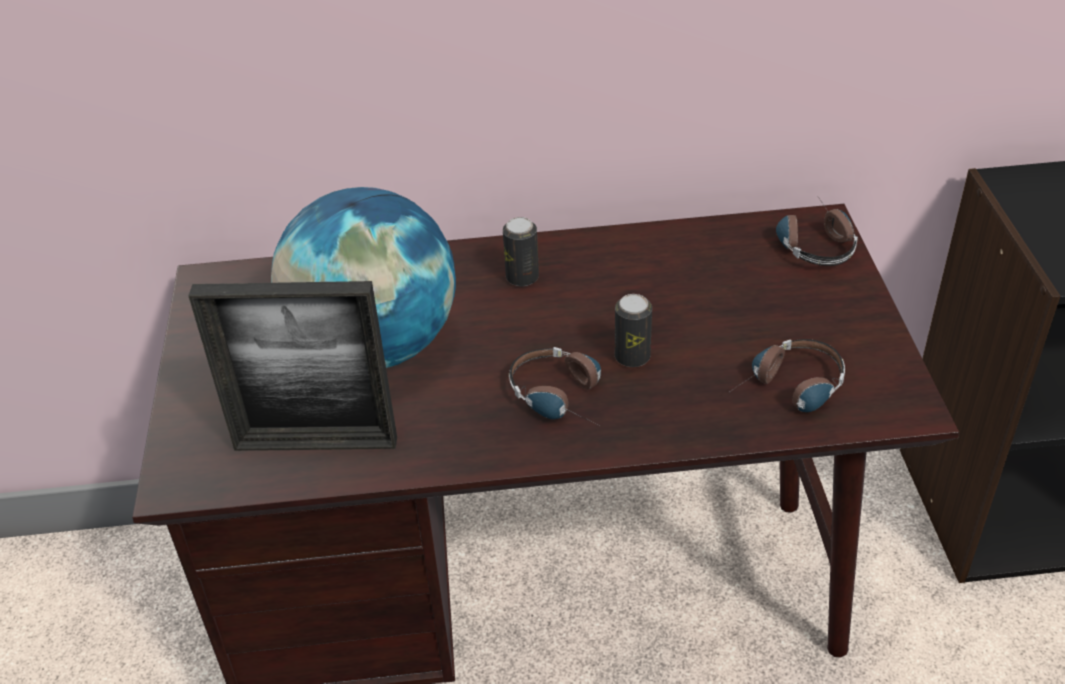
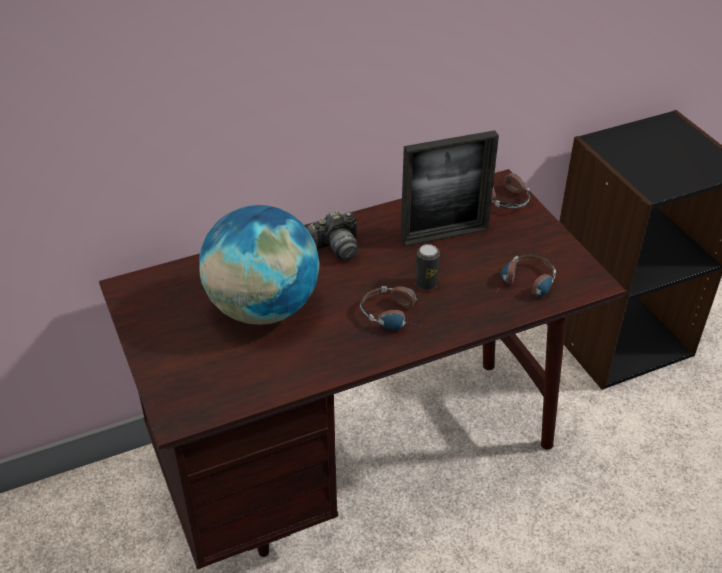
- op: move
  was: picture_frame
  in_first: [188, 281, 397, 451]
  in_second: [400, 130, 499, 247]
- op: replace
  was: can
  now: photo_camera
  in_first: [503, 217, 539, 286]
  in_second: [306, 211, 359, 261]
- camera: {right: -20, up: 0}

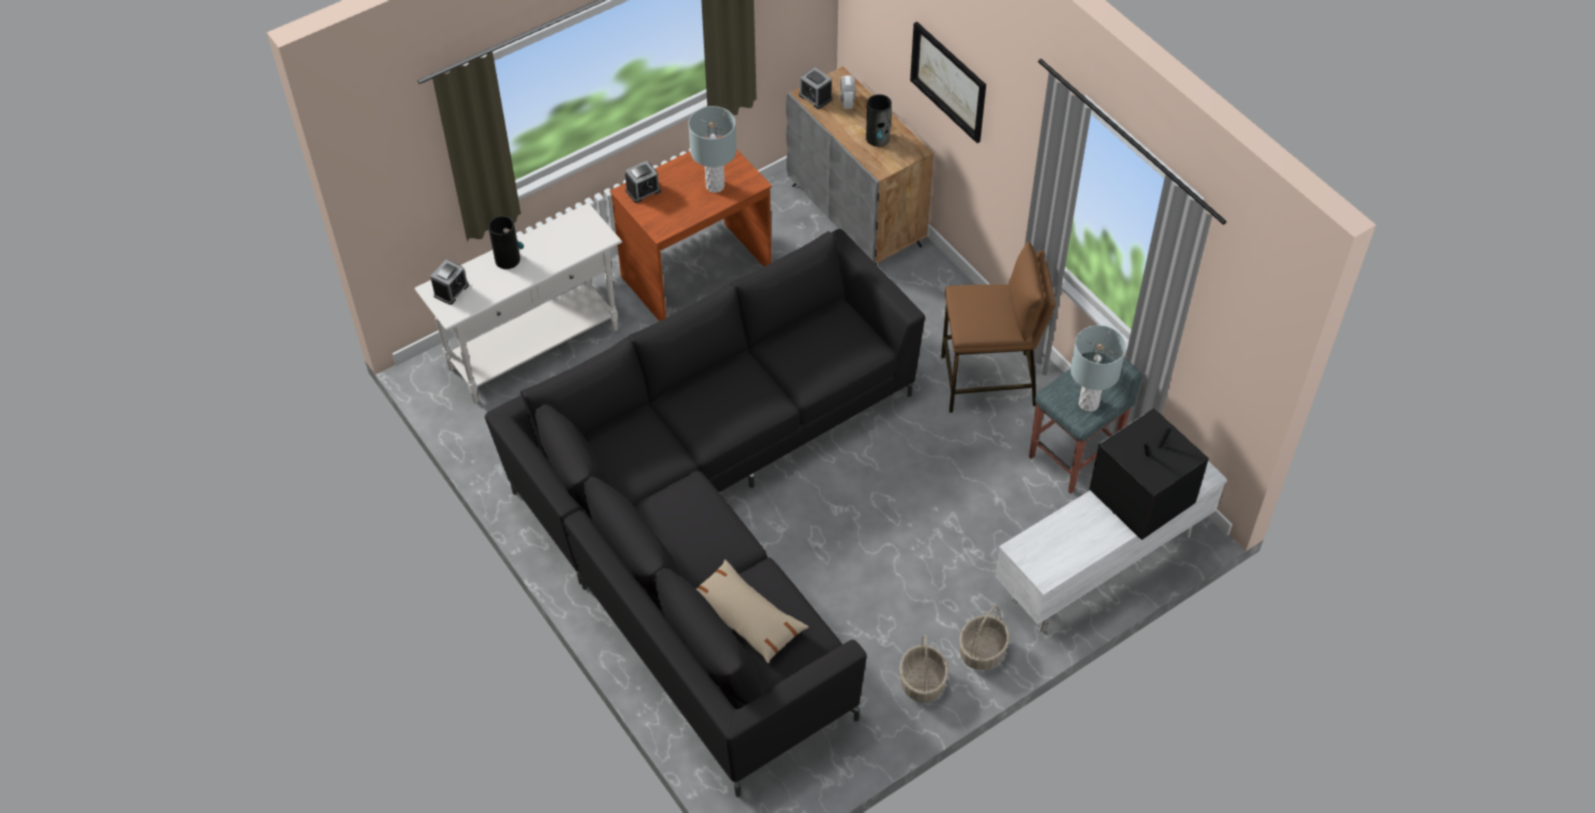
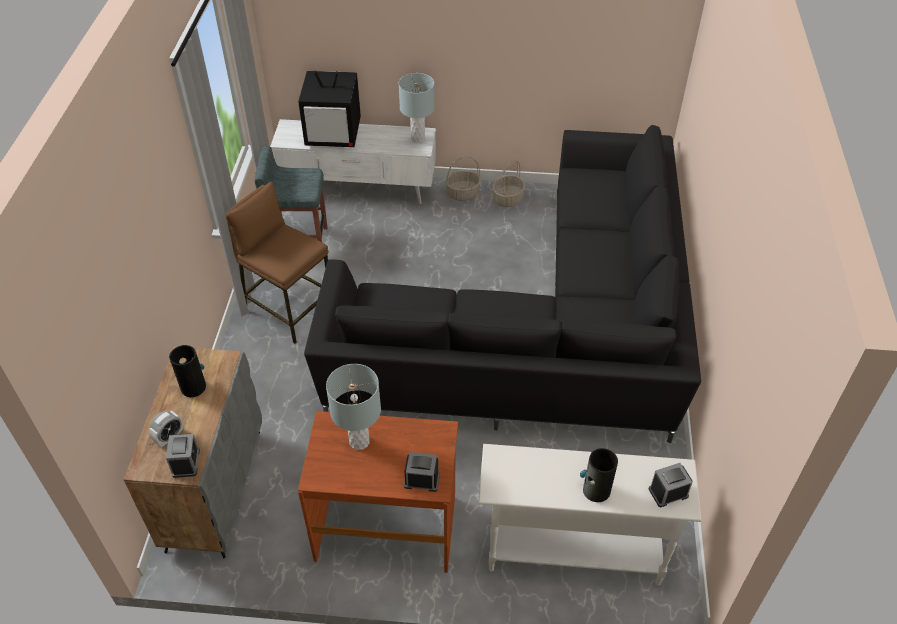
- op: delete
  was: beige_pillow
  in_first: [696, 560, 809, 663]
- op: delete
  was: picture
  in_first: [910, 22, 986, 143]
- op: move
  was: grey_table_lamp
  in_first: [1070, 325, 1126, 412]
  in_second: [399, 73, 435, 143]
- camera: {right: -140, up: -5}

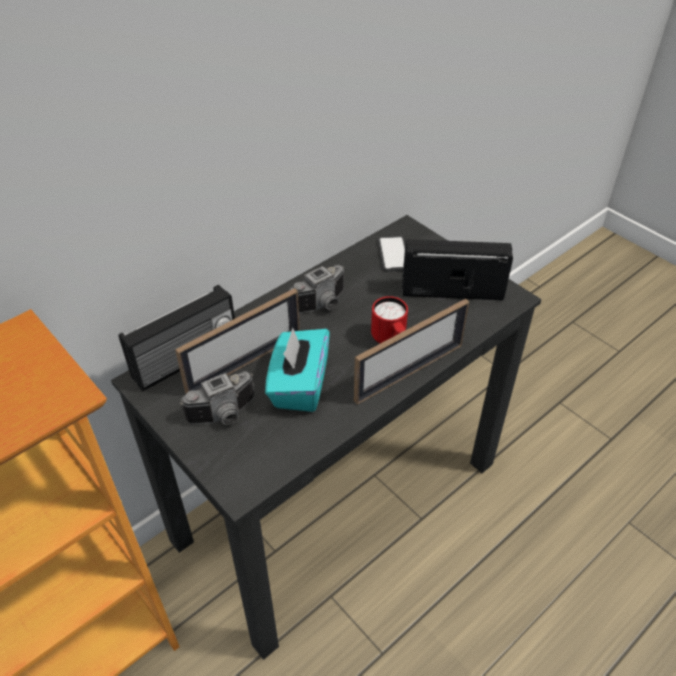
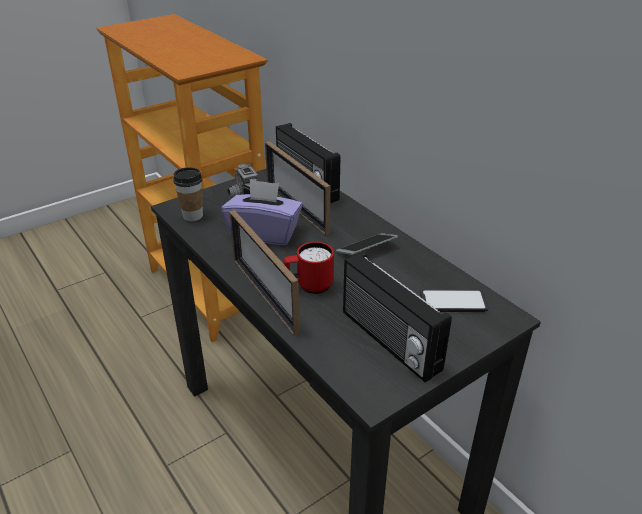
- op: insert
  now: cup
  in_second: [173, 167, 203, 221]
- op: replace
  was: photo_camera
  now: phone
  in_first: [289, 265, 344, 313]
  in_second: [336, 233, 398, 255]
- op: recolor
  was: turquoise_tissue_box
  now: purple_tissue_box
  in_first: [265, 328, 330, 412]
  in_second: [221, 179, 303, 245]
- op: rotate
  was: radio
  in_first: [402, 239, 513, 300]
  in_second: [343, 252, 452, 382]
  clockwise: 135
- camera: {right: 95, up: -10}

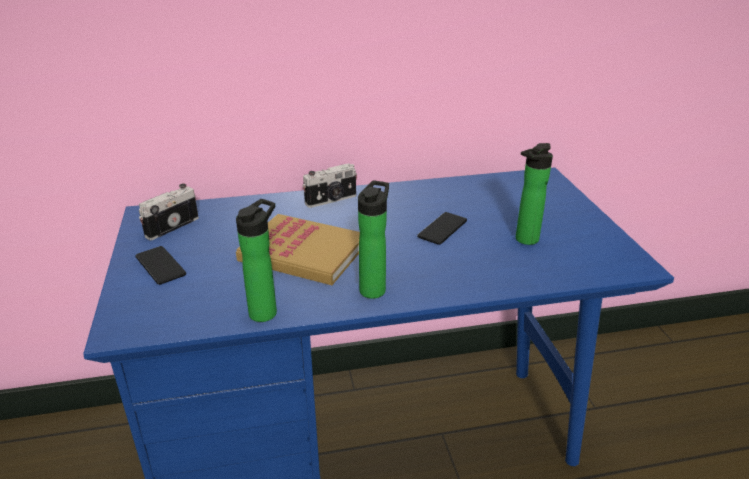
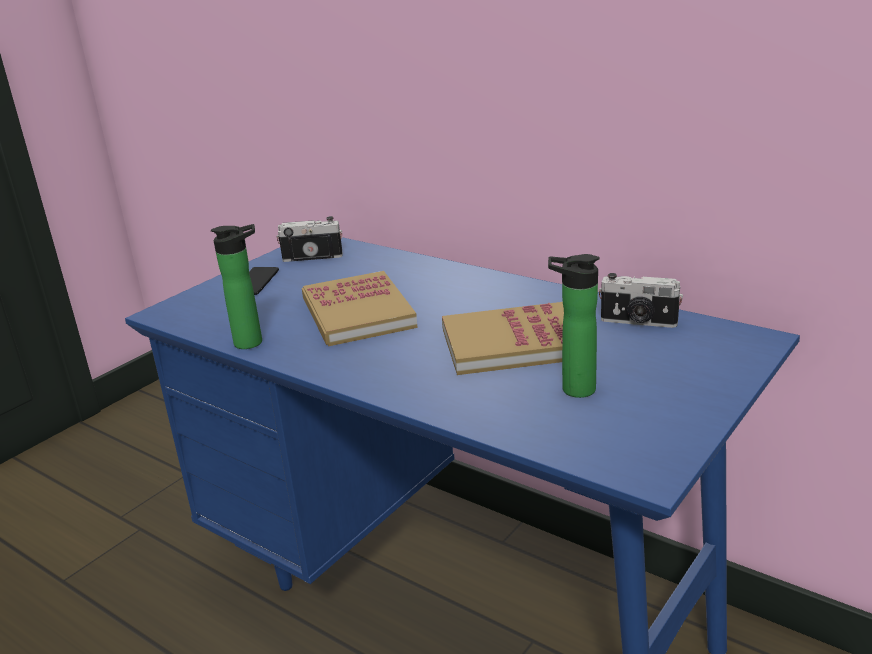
- op: delete
  was: bottle
  in_first: [358, 180, 389, 299]
- op: move
  was: photo_camera
  in_first: [302, 163, 357, 208]
  in_second: [599, 273, 683, 328]
- op: replace
  was: phone
  now: book
  in_first: [417, 212, 467, 245]
  in_second: [442, 302, 564, 375]
- camera: {right: 50, up: -5}

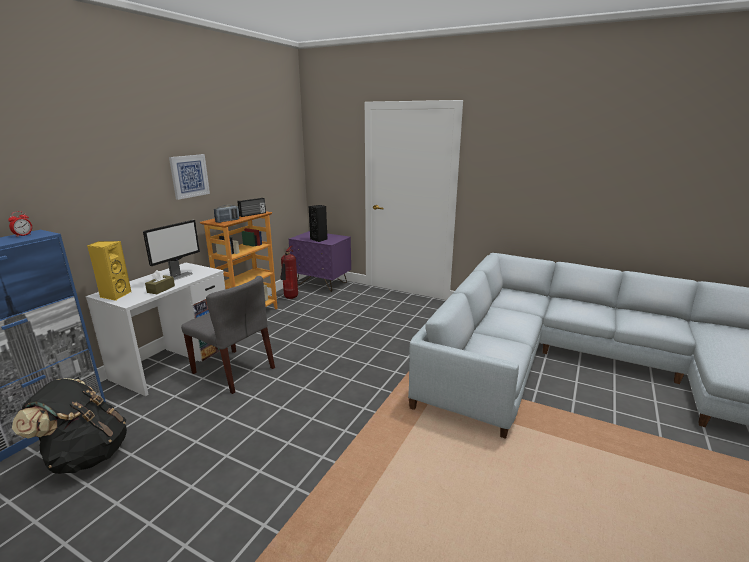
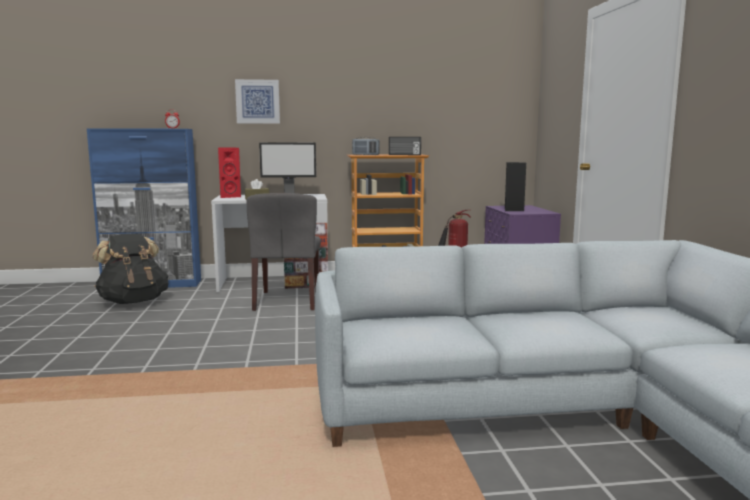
- op: move
  was: picture
  in_first: [169, 154, 210, 200]
  in_second: [235, 79, 280, 124]
- op: recolor
  was: yellow_speaker
  now: red_speaker
  in_first: [87, 241, 132, 301]
  in_second: [218, 147, 241, 198]
- camera: {right: 55, up: -10}

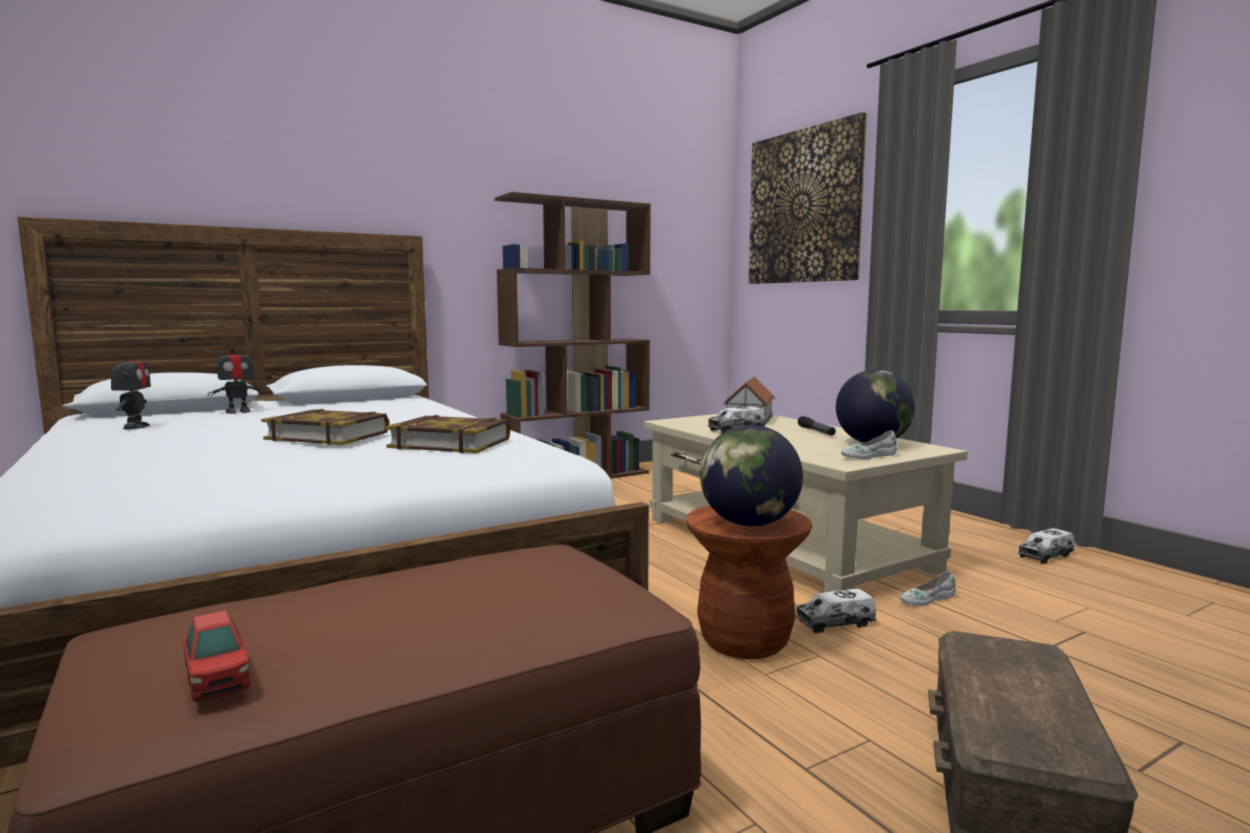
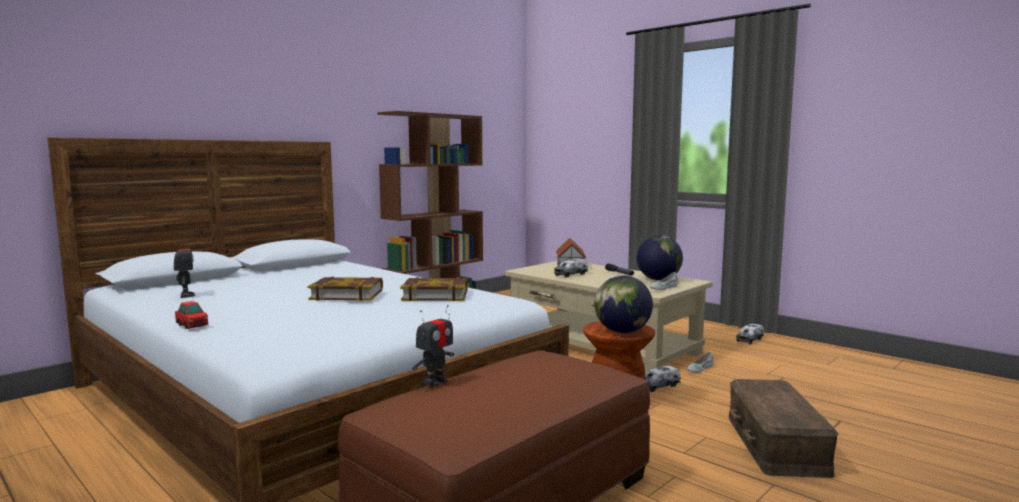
- op: delete
  was: picture
  in_first: [749, 112, 867, 284]
- op: move
  was: toy_car
  in_first: [183, 610, 250, 701]
  in_second: [175, 301, 208, 329]
- op: move
  was: toy_robot
  in_first: [207, 342, 265, 414]
  in_second: [412, 305, 454, 386]
- camera: {right: -15, up: 0}

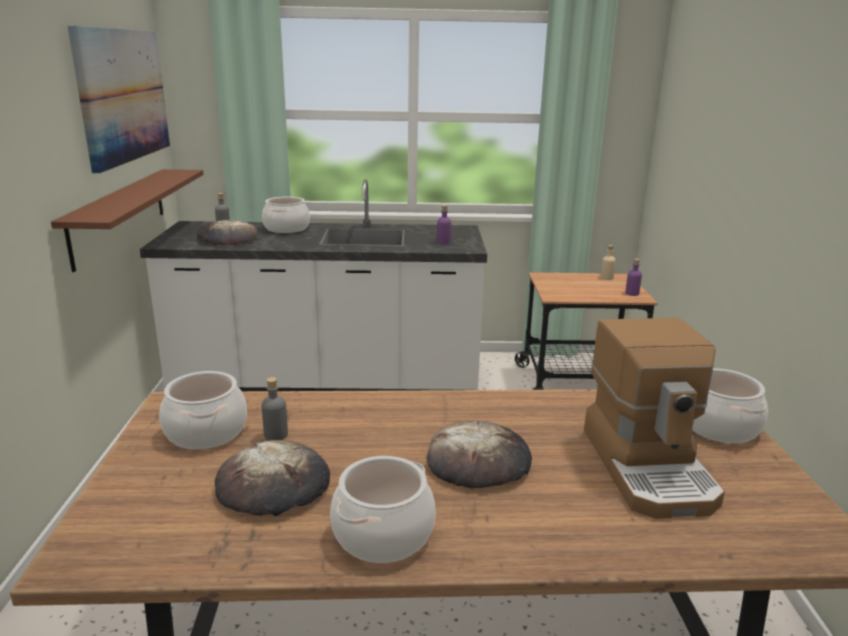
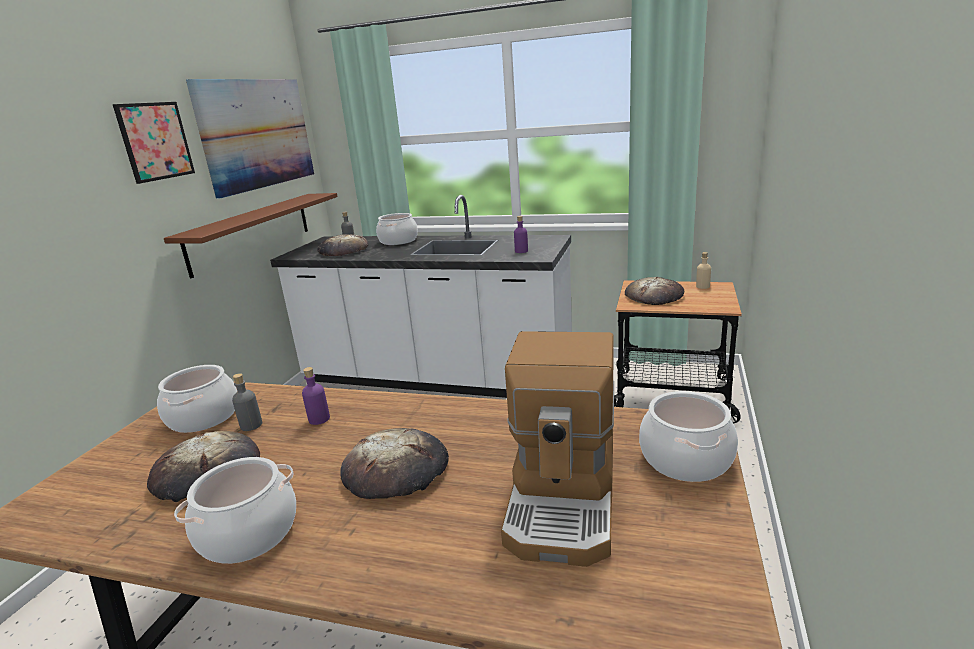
- op: insert
  now: picture
  in_second: [113, 102, 195, 184]
- op: insert
  now: bread
  in_second: [625, 277, 684, 305]
- op: move
  was: purple_bottle
  in_first: [625, 258, 642, 296]
  in_second: [302, 367, 330, 425]
- camera: {right: 20, up: 0}

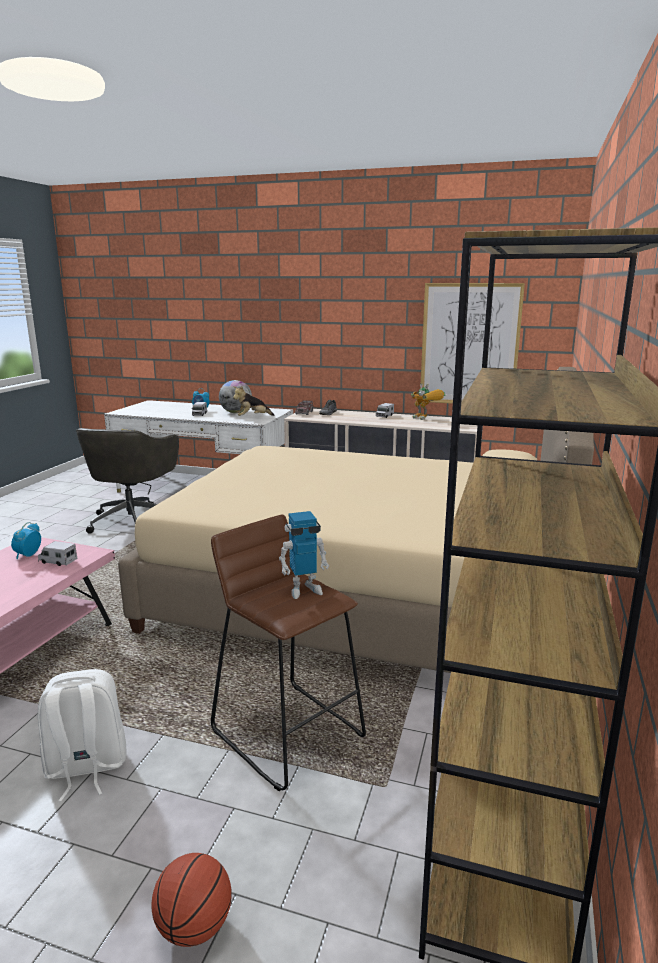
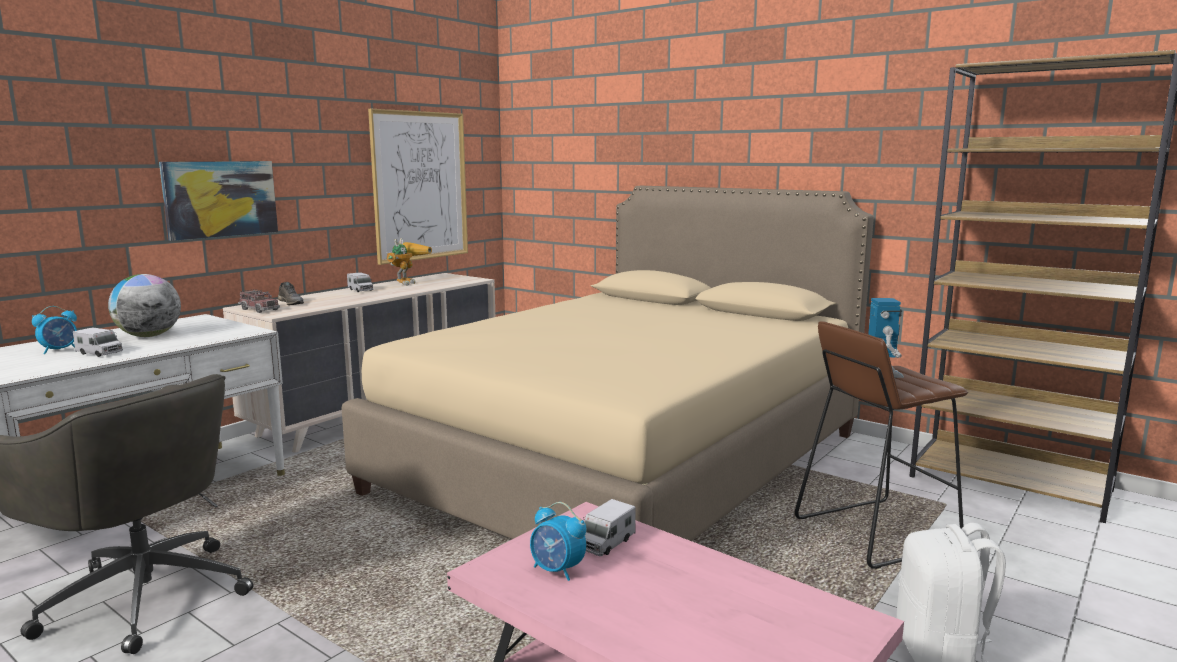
- op: delete
  was: basketball
  in_first: [152, 853, 232, 947]
- op: delete
  was: plush_toy
  in_first: [233, 386, 275, 416]
- op: insert
  now: picture
  in_second: [159, 161, 278, 241]
- op: rotate
  was: toy_robot
  in_first: [411, 383, 446, 420]
  in_second: [386, 238, 432, 286]
  clockwise: -45
- camera: {right: -70, up: -5}

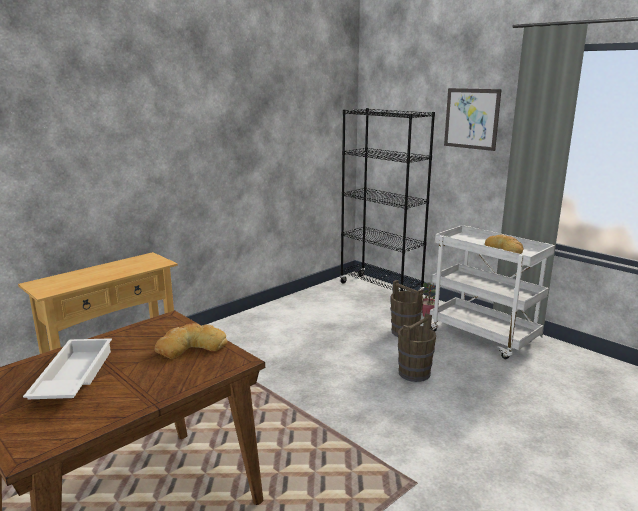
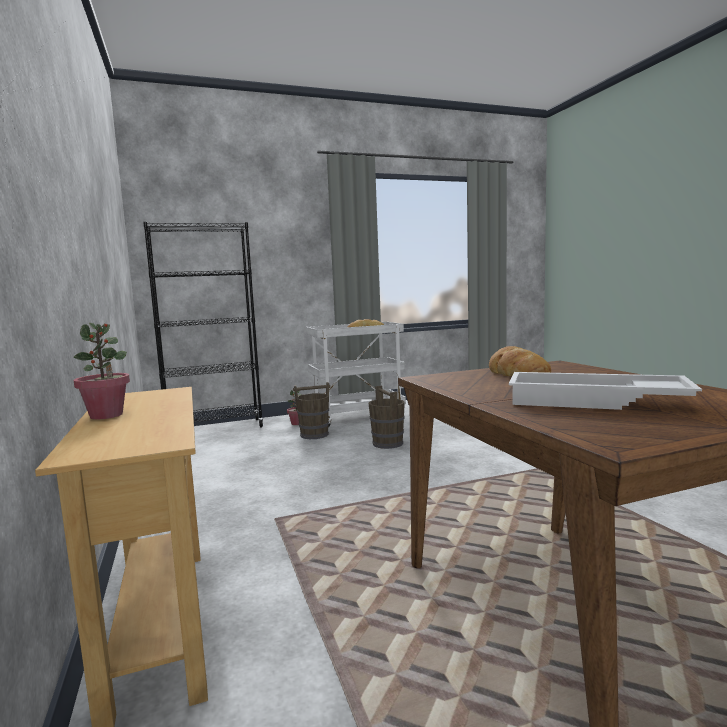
- op: delete
  was: picture
  in_first: [444, 88, 502, 151]
- op: insert
  now: potted_plant
  in_second: [74, 323, 130, 420]
- camera: {right: -65, up: -10}

